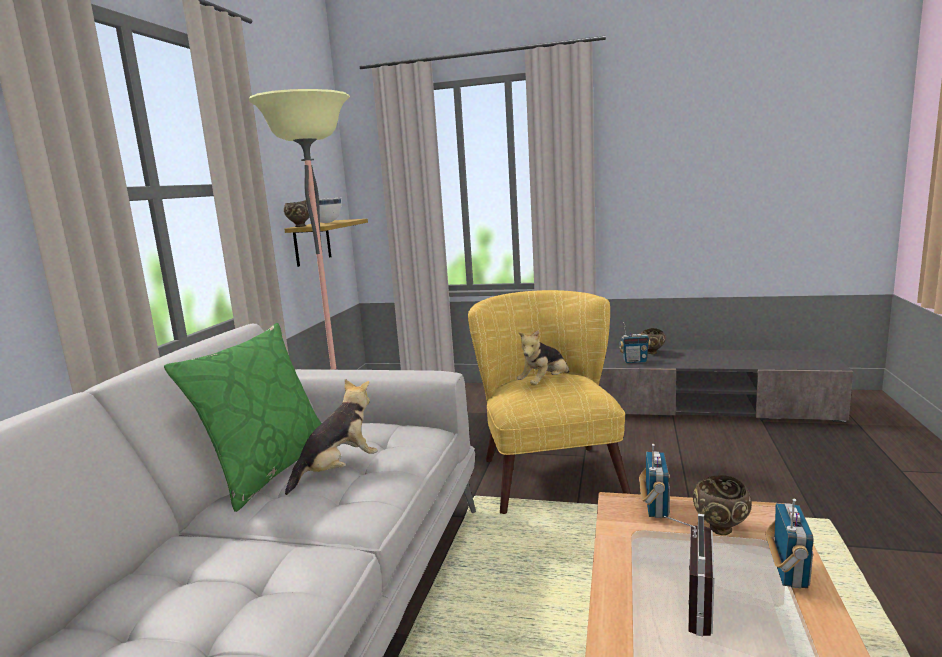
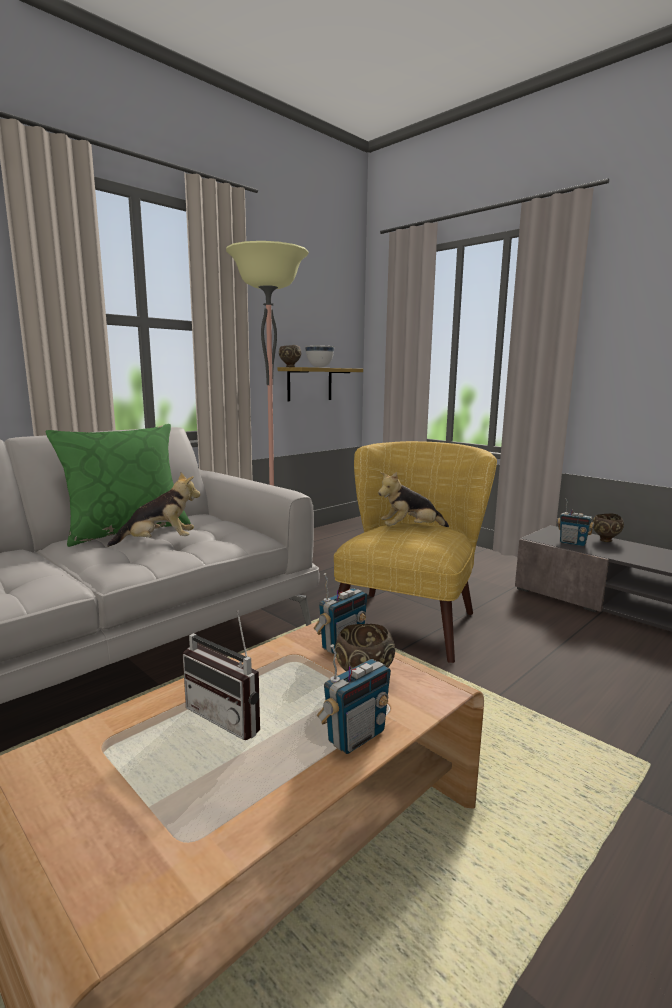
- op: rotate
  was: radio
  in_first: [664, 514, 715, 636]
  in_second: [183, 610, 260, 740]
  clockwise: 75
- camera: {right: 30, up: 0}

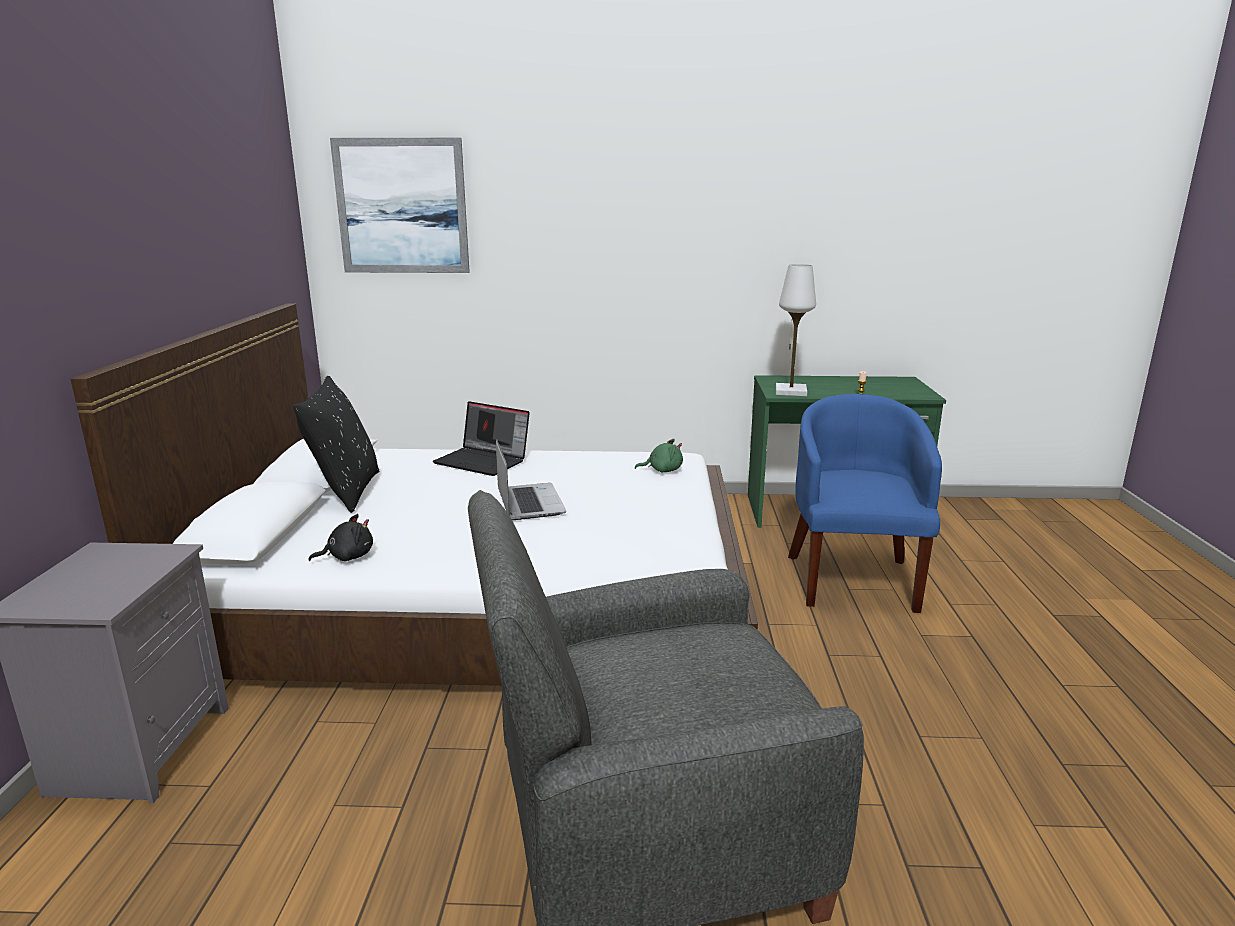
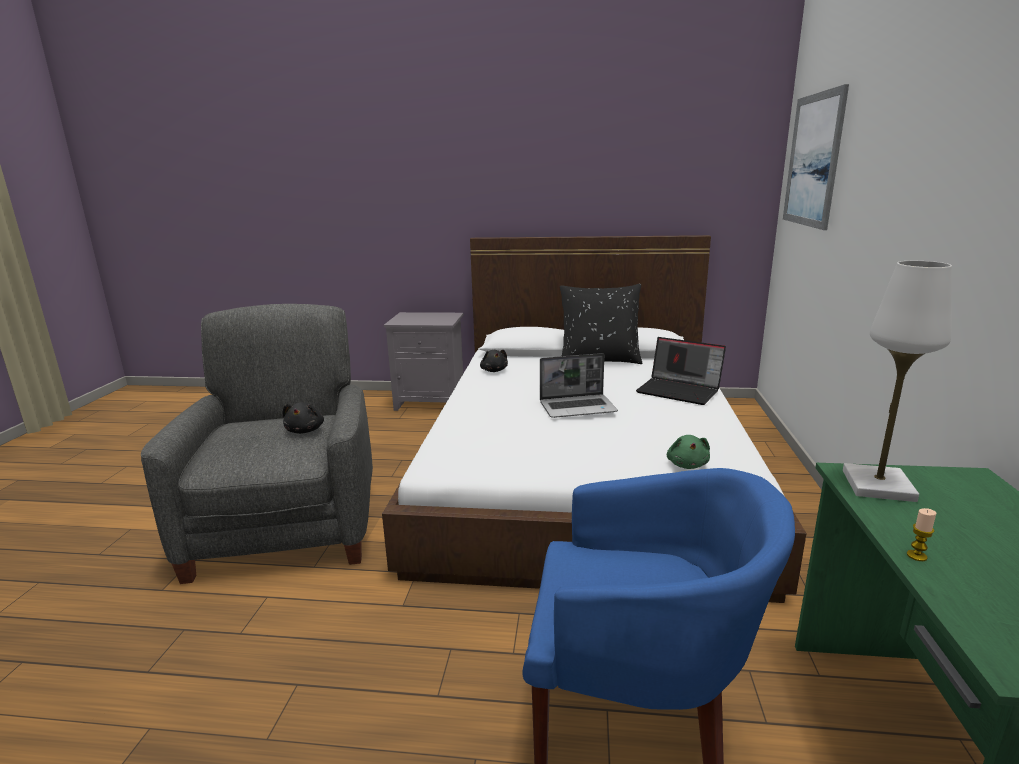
- op: insert
  now: black_plush_toy
  in_second: [283, 402, 324, 434]
- op: rotate
  was: laptop
  in_first: [433, 401, 530, 476]
  in_second: [636, 337, 726, 405]
  clockwise: -90
- camera: {right: 95, up: 0}

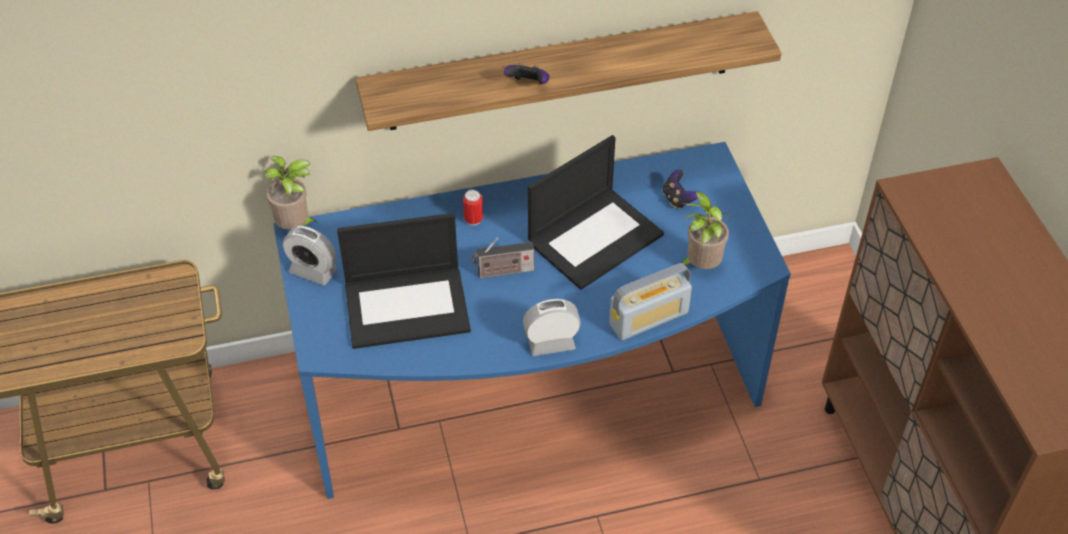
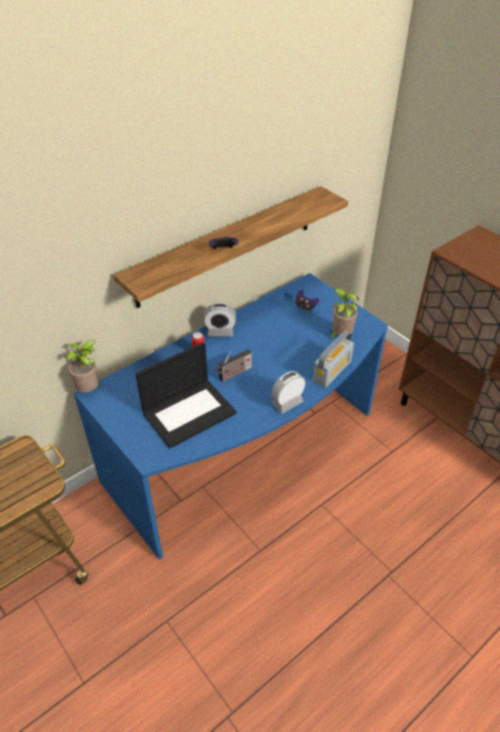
- op: delete
  was: laptop
  in_first: [528, 135, 664, 290]
- op: move
  was: alarm_clock
  in_first: [283, 226, 338, 286]
  in_second: [204, 303, 236, 337]
- camera: {right: -25, up: -5}

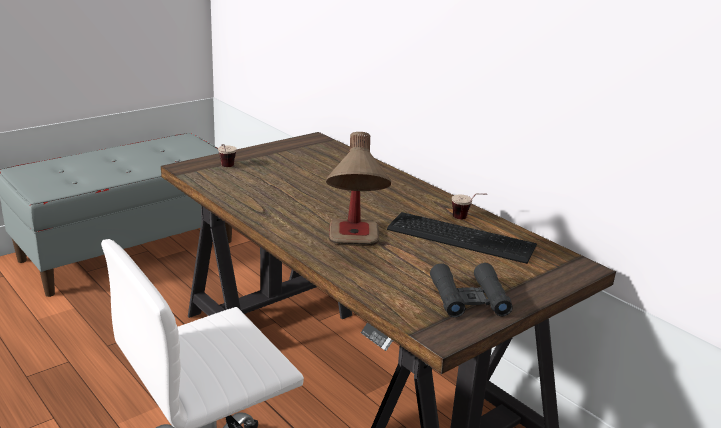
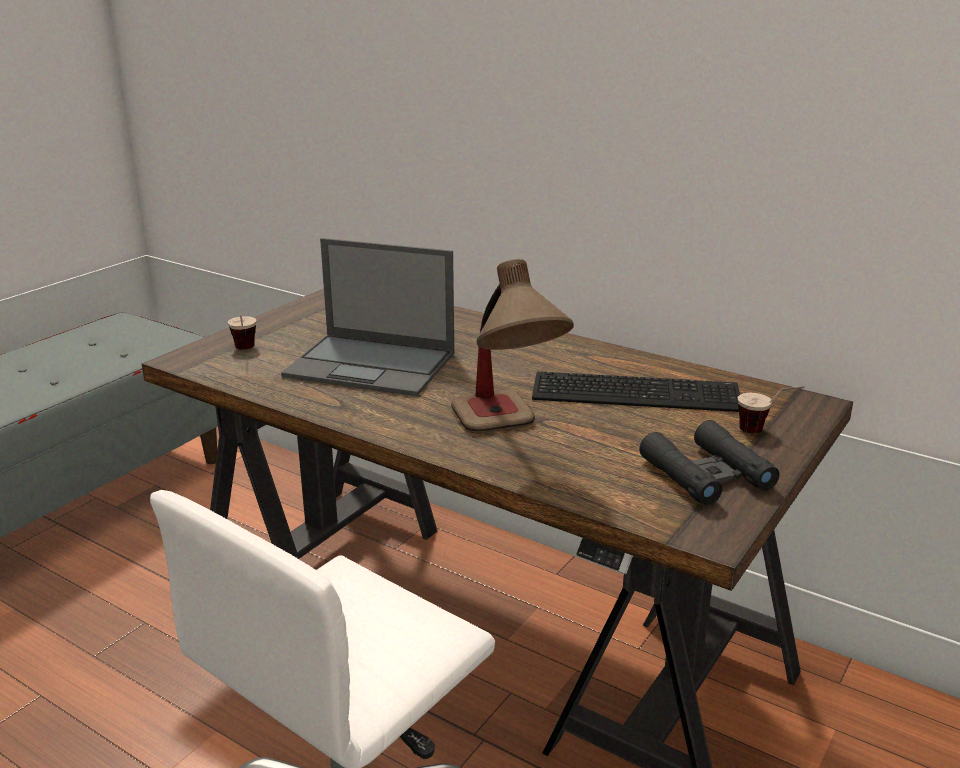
- op: insert
  now: laptop
  in_second: [281, 238, 455, 396]
- op: move
  was: cup
  in_first: [452, 193, 487, 219]
  in_second: [738, 386, 804, 433]
- camera: {right: -15, up: 0}

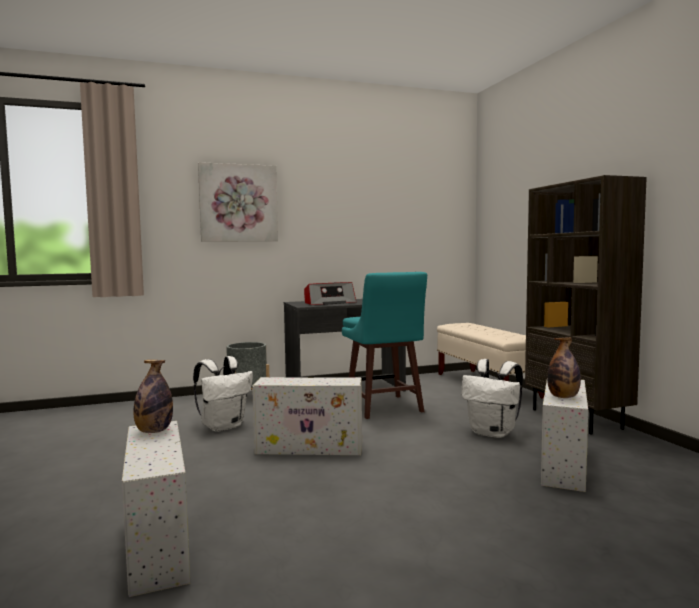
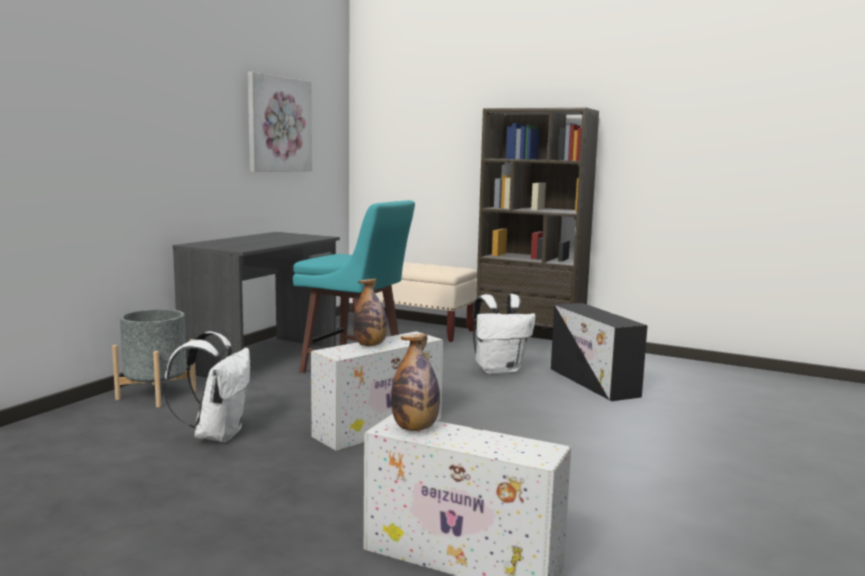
- op: delete
  was: radio
  in_first: [304, 282, 357, 305]
- op: move
  was: picture
  in_first: [198, 162, 278, 242]
  in_second: [248, 72, 312, 172]
- op: move
  was: bottle
  in_first: [547, 337, 581, 398]
  in_second: [353, 279, 387, 346]
- op: recolor
  was: white_storage_box
  now: black_storage_box
  in_first: [541, 380, 588, 492]
  in_second: [551, 303, 647, 401]
- camera: {right: -45, up: 5}

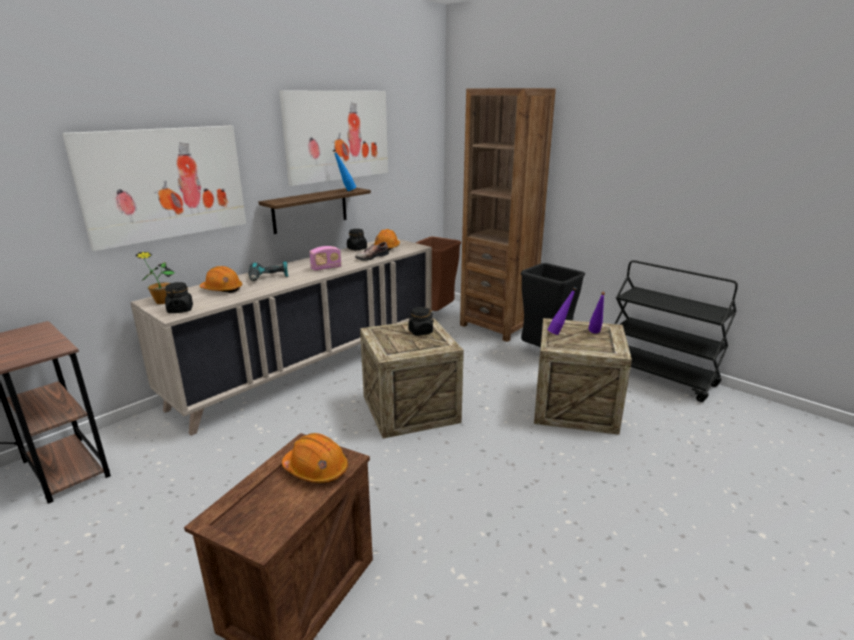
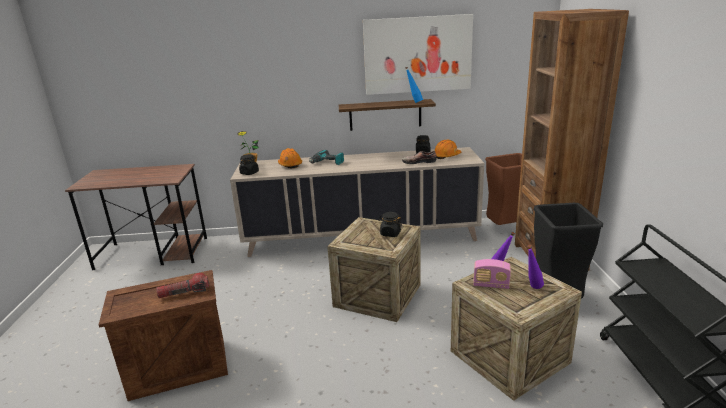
- op: delete
  was: picture
  in_first: [62, 126, 246, 251]
- op: move
  was: radio
  in_first: [310, 246, 341, 271]
  in_second: [473, 259, 511, 289]
- op: replace
  was: orange_hard_hat
  now: flashlight
  in_first: [282, 433, 348, 483]
  in_second: [156, 273, 209, 298]
- camera: {right: 45, up: 0}

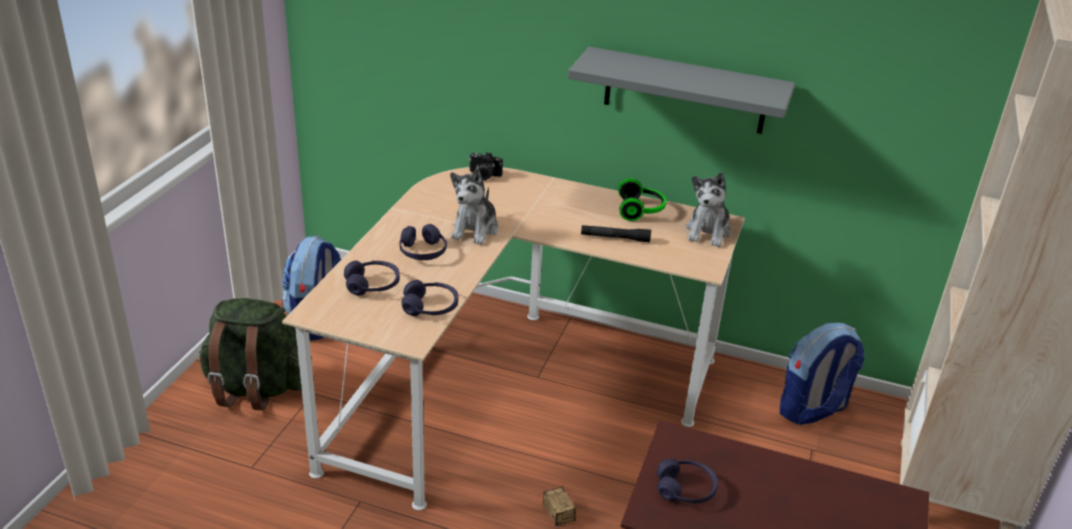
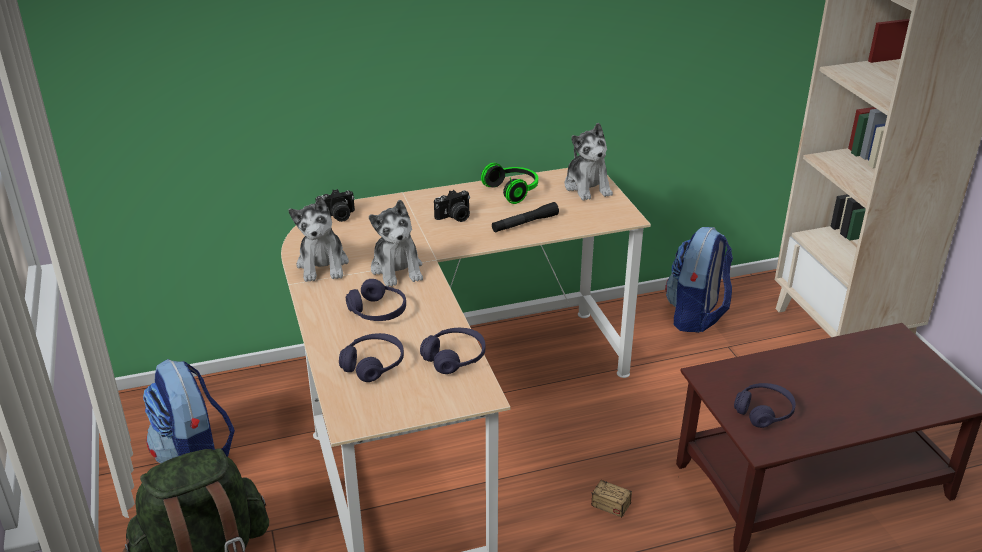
- op: delete
  was: grey_shelf
  in_first: [568, 47, 795, 134]
- op: insert
  now: plush_toy
  in_second: [288, 196, 349, 282]
- op: insert
  now: photo_camera
  in_second: [434, 190, 470, 222]
- camera: {right: -35, up: 0}

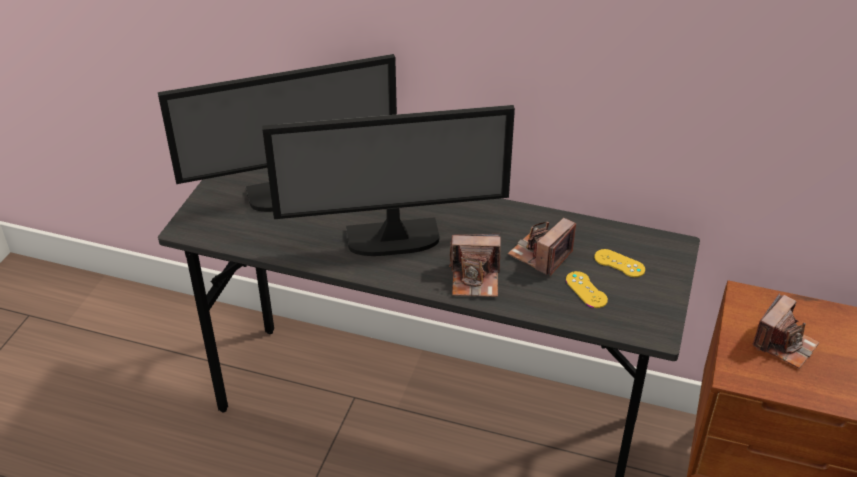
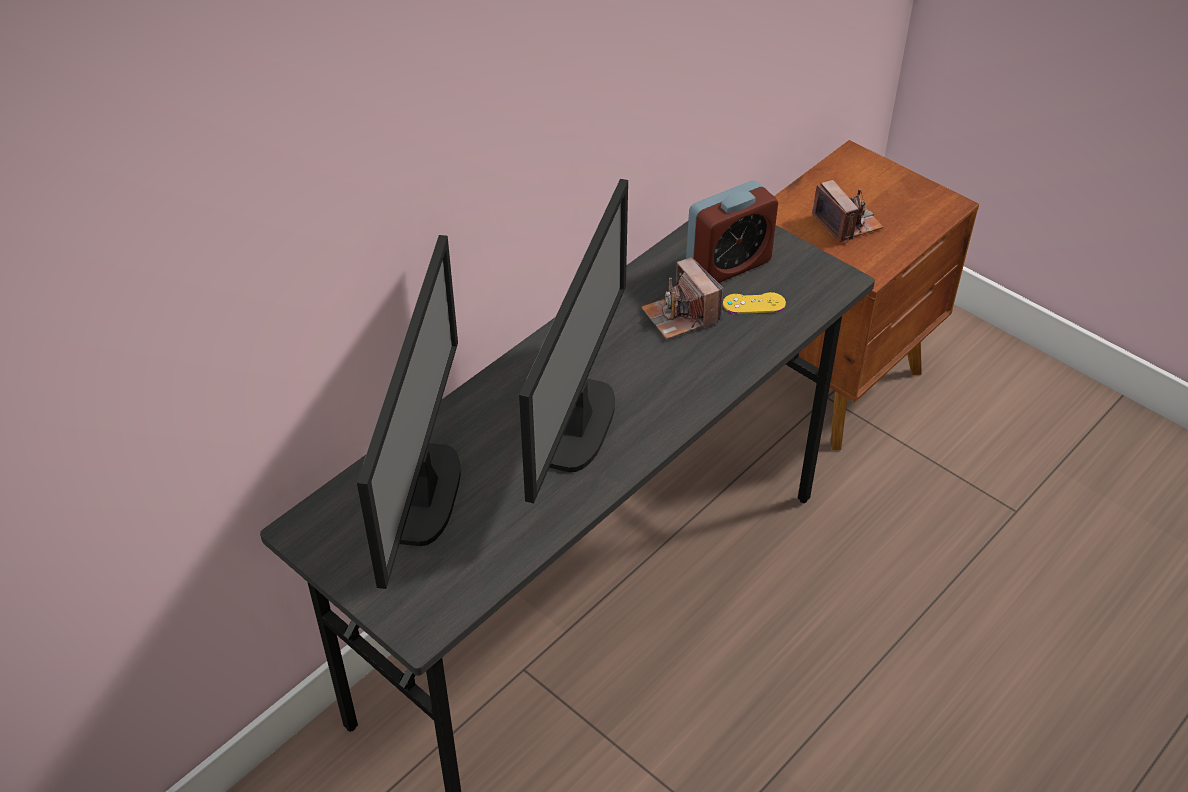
- op: delete
  was: photo_camera
  in_first: [449, 234, 501, 297]
- op: replace
  was: yellow_game_controller
  now: alarm_clock
  in_first: [594, 249, 645, 277]
  in_second: [686, 181, 778, 283]
- camera: {right: -65, up: 5}

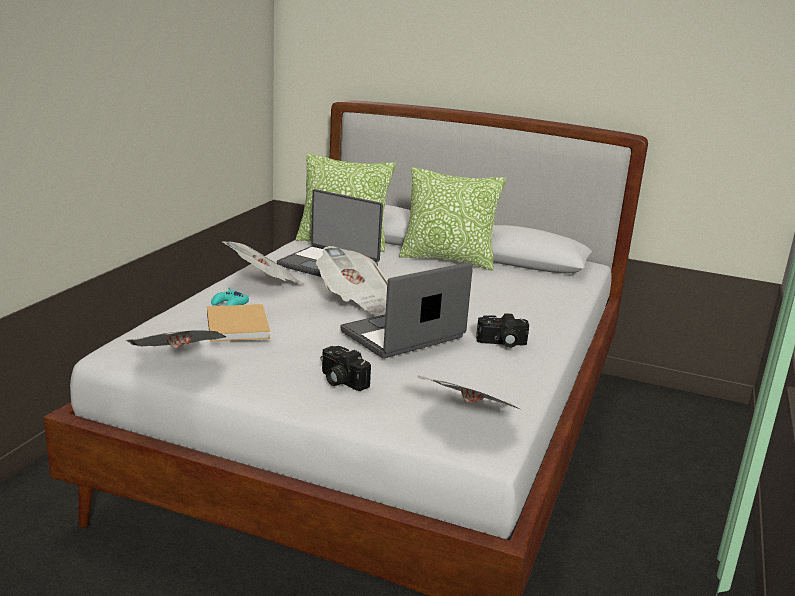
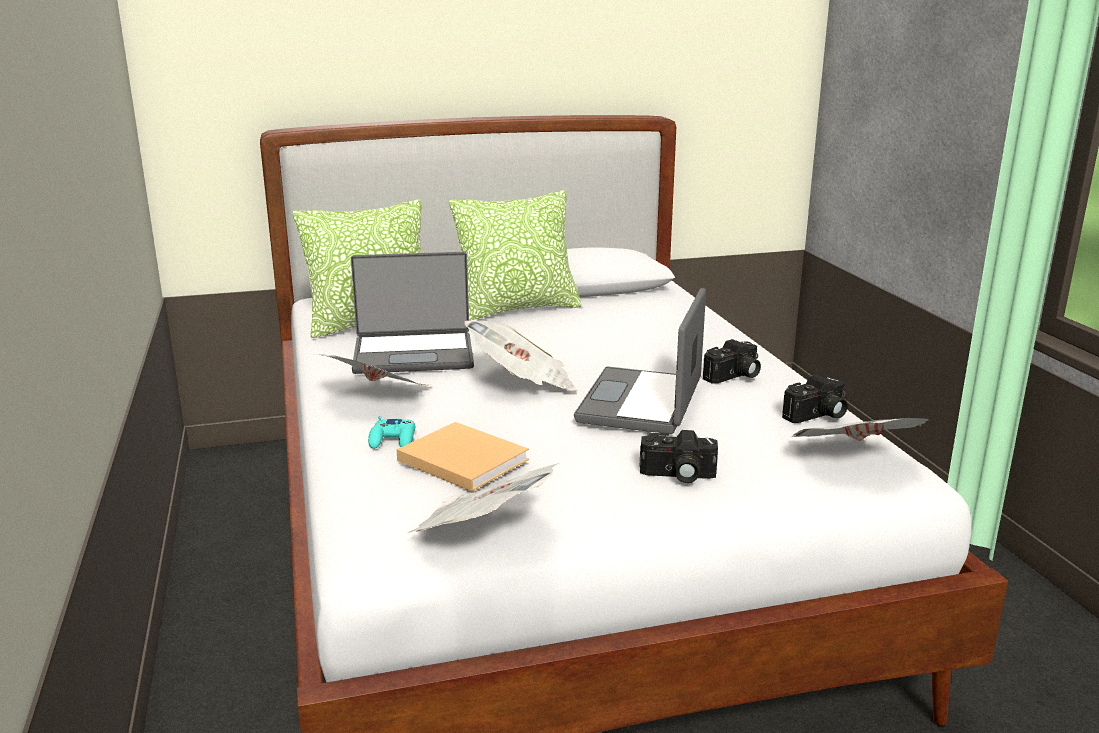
- op: insert
  now: photo_camera
  in_second: [782, 375, 848, 423]
- camera: {right: -35, up: 0}

